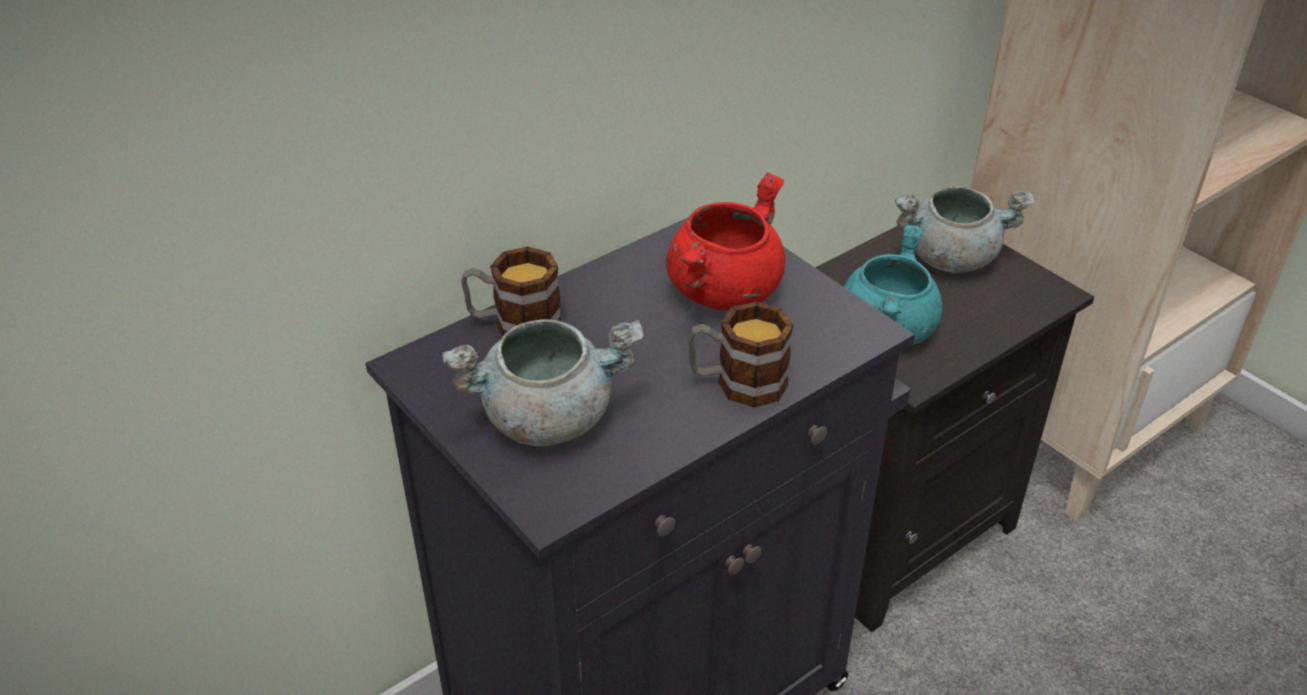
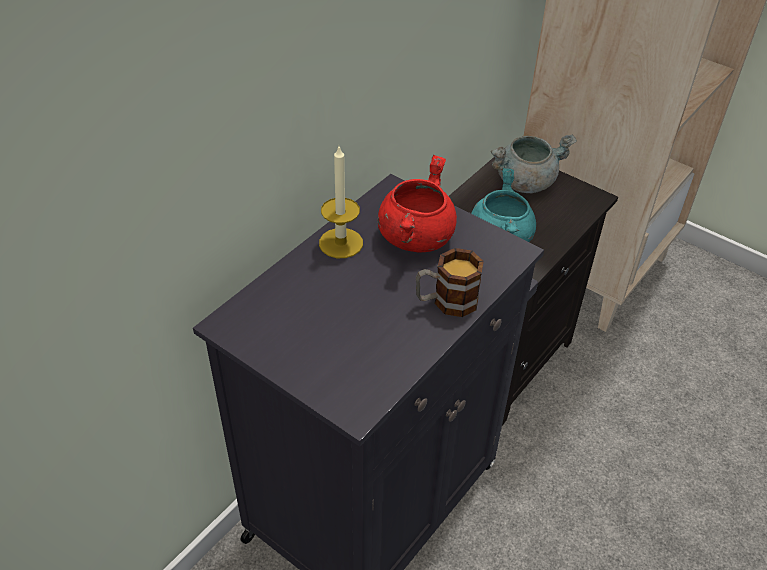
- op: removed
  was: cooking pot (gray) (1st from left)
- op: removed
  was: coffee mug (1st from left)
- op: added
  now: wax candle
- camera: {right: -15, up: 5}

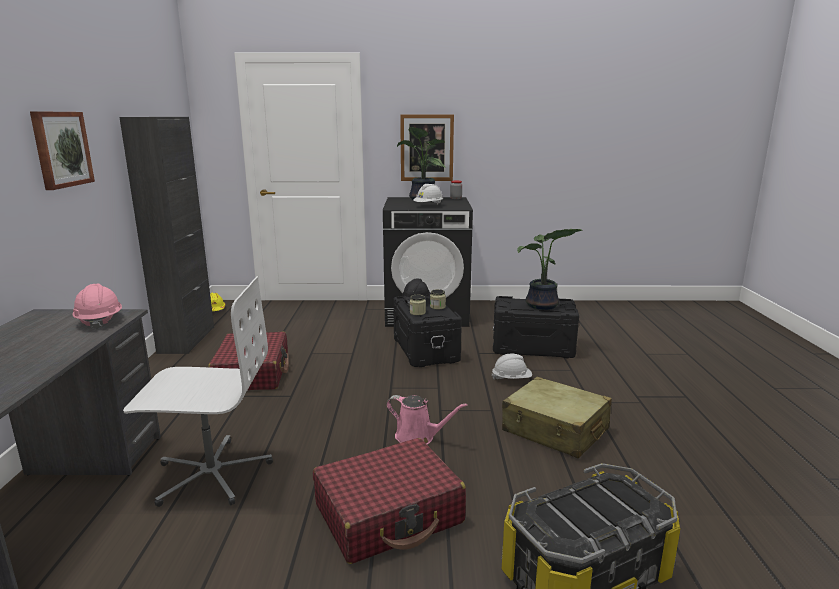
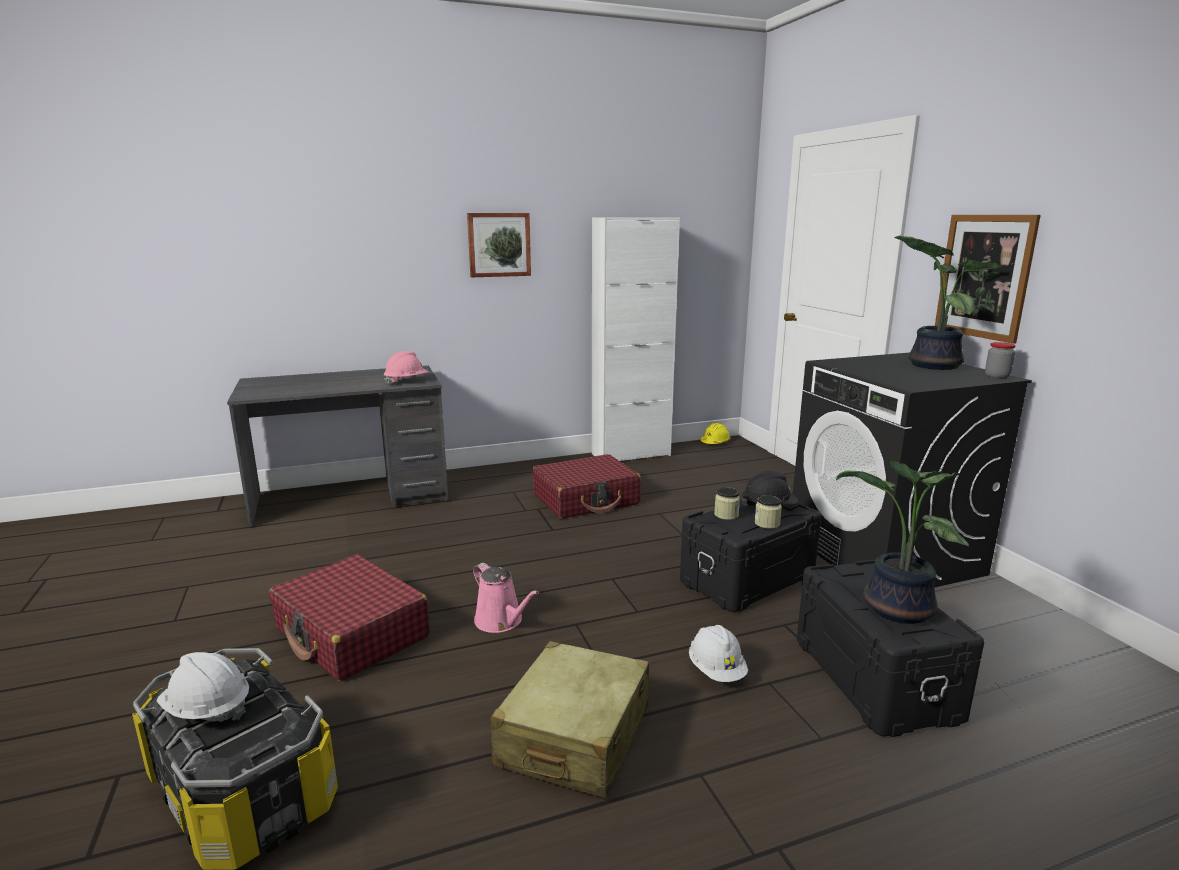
- op: recoloured
  was: storage cabinet (black-coloured)
  now: storage cabinet (whitish)
- op: removed
  was: computer chair (whitish)
- op: turned
  was: sprinkling can (pink)
  clockwise: -45
- op: moved
  was: safety helmet (whitish) (1st from left)
- camera: {right: 70, up: 0}

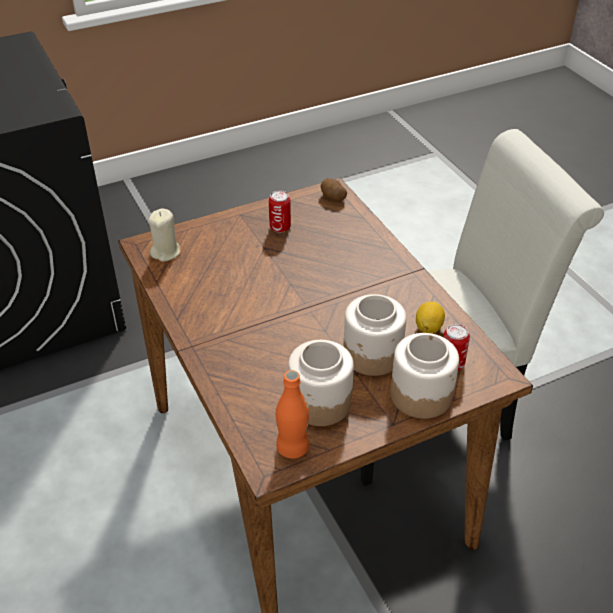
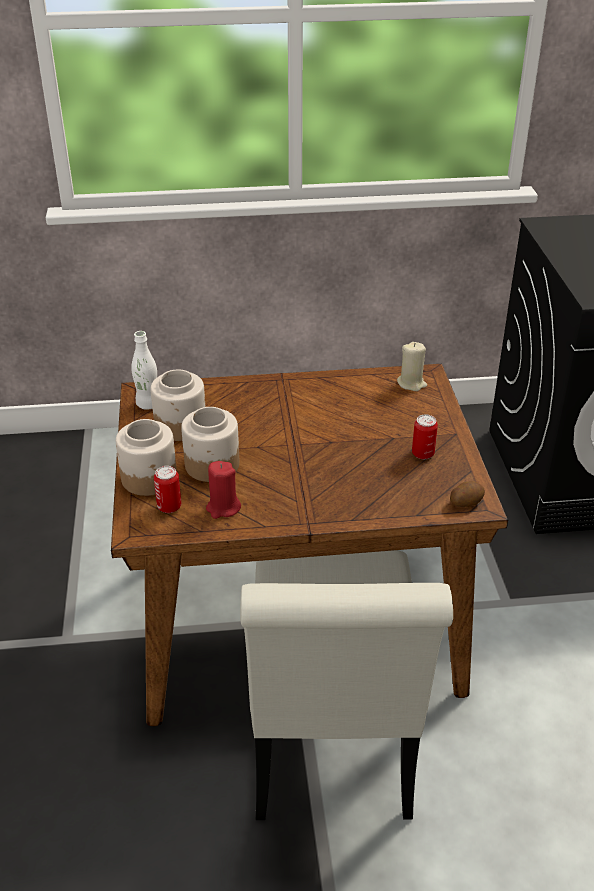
- op: recoloured
  was: bottle (orangey)
  now: bottle (whitish)
- op: replaced
  was: lemon
  now: wax candle (red-coloured)
- camera: {right: 110, up: -5}

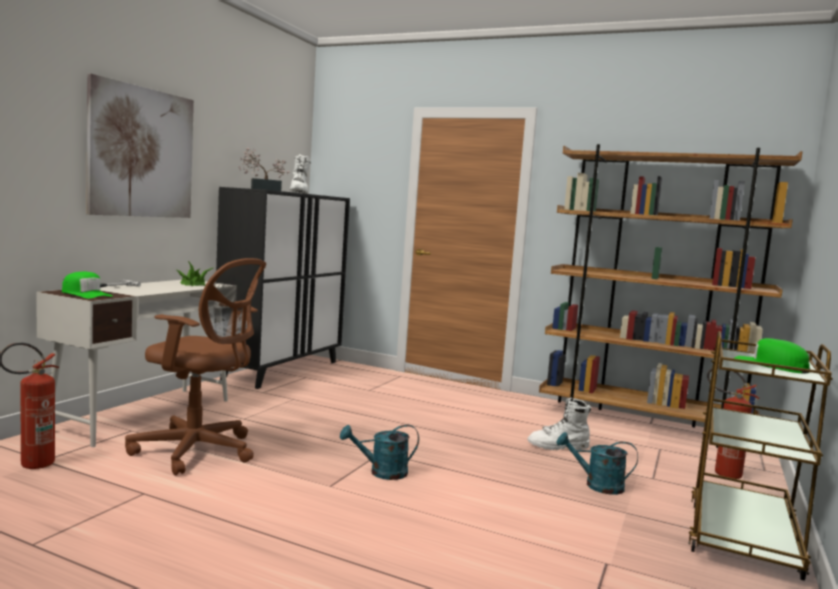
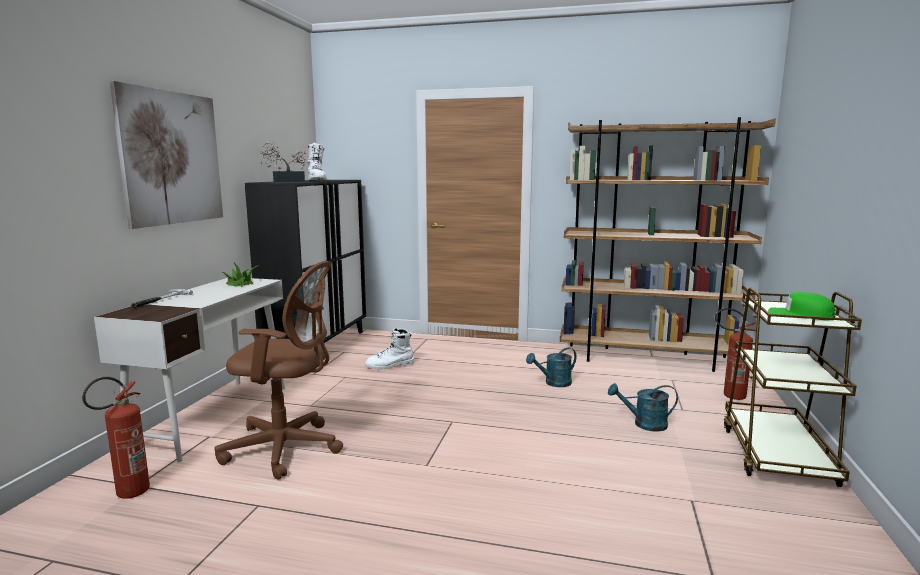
- op: removed
  was: baseball cap (greenish) (1st from left)
- op: moved
  was: sprinkling can (blue-green) (1st from left)
- op: moved
  was: high-top boot (whitish) (2nd from left)
- camera: {right: -10, up: 5}

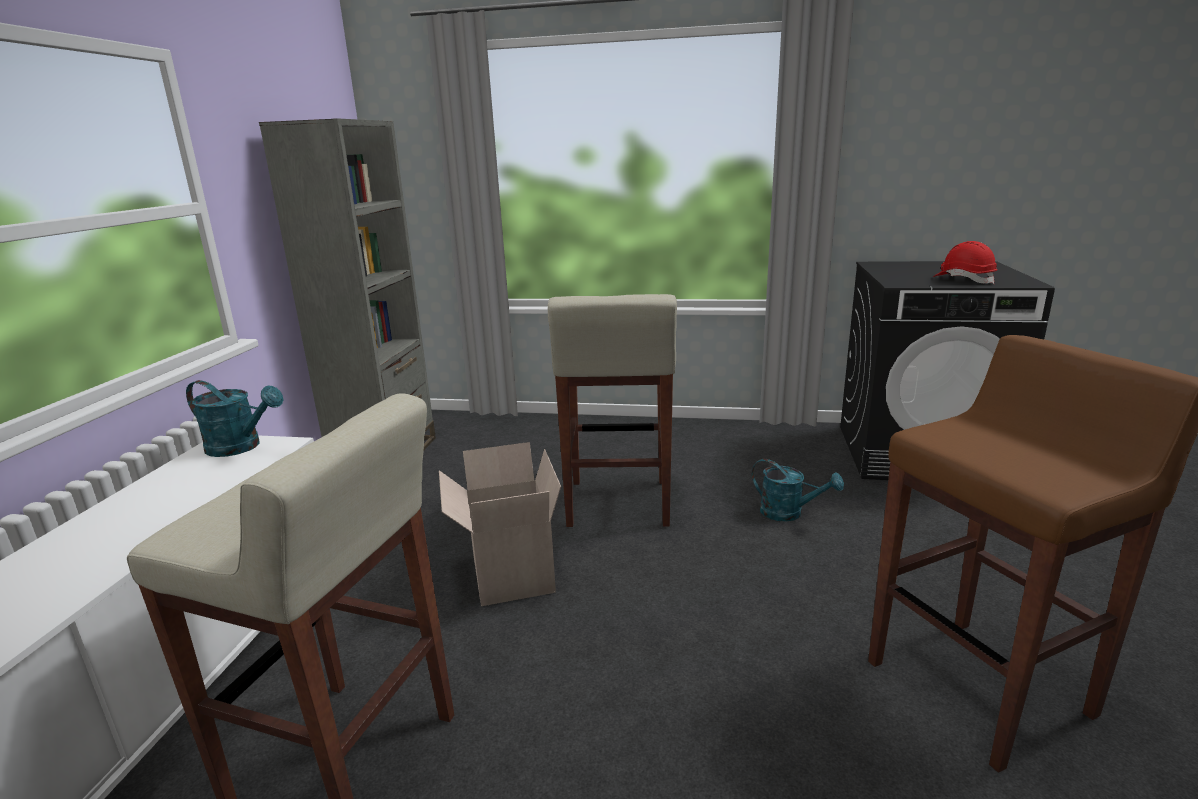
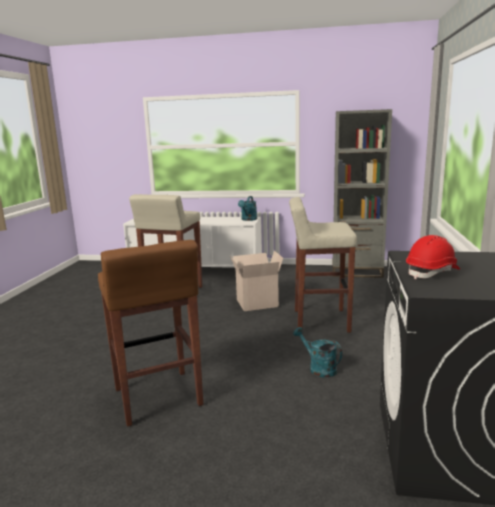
- op: turned
  was: sprinkling can (blue-green) (2nd from left)
  clockwise: 105
- camera: {right: 90, up: -5}

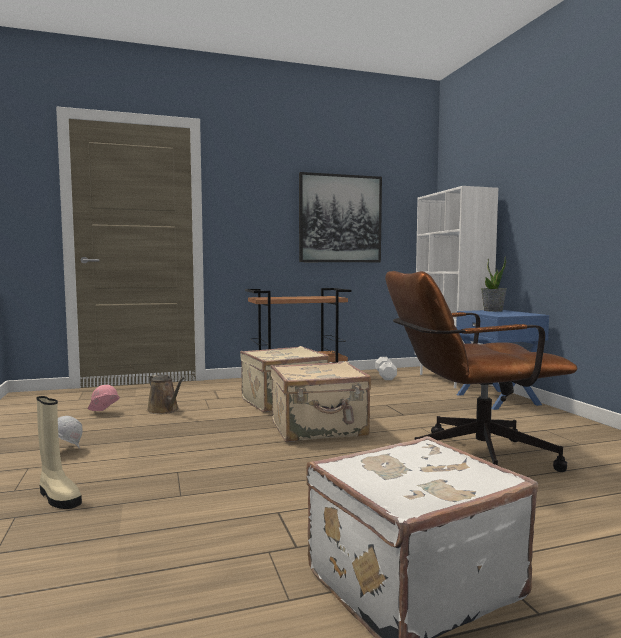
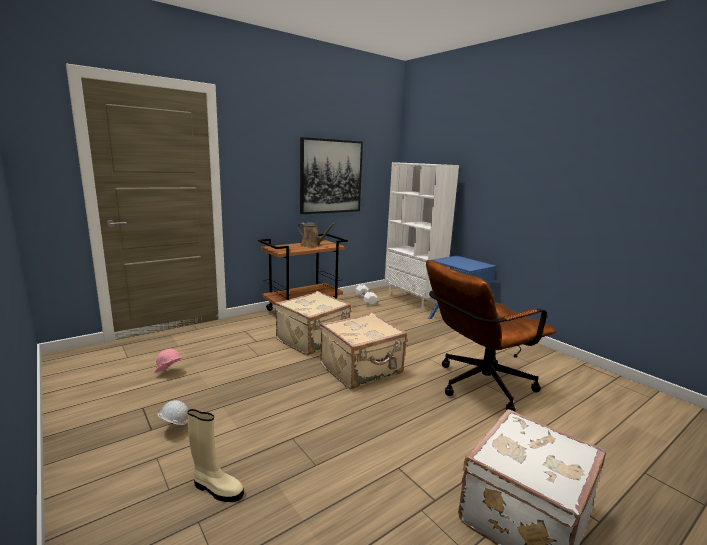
- op: moved
  was: sprinkling can (brownish)
- op: removed
  was: potted plant
- camera: {right: -20, up: 10}

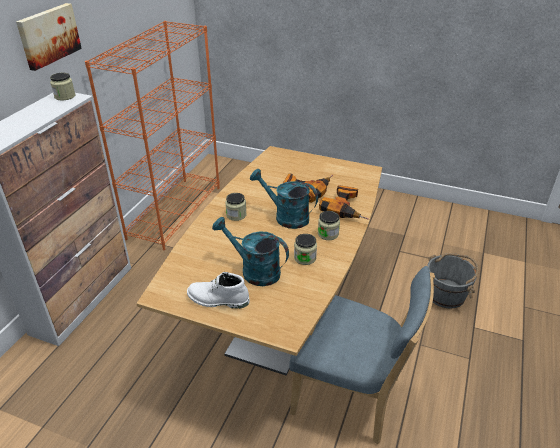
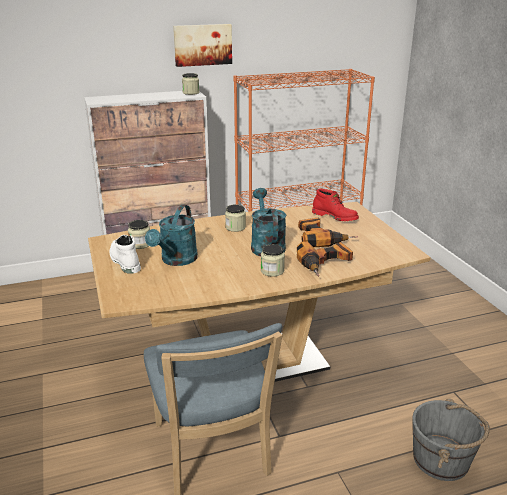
- op: turned
  was: sprinkling can (blue-green) (1st from left)
  clockwise: -150
- op: moved
  was: jar (3rd from left in the first image)
  now: jar (1st from left)
- op: added
  now: high-top boot (red-coloured)
- camera: {right: 50, up: -10}

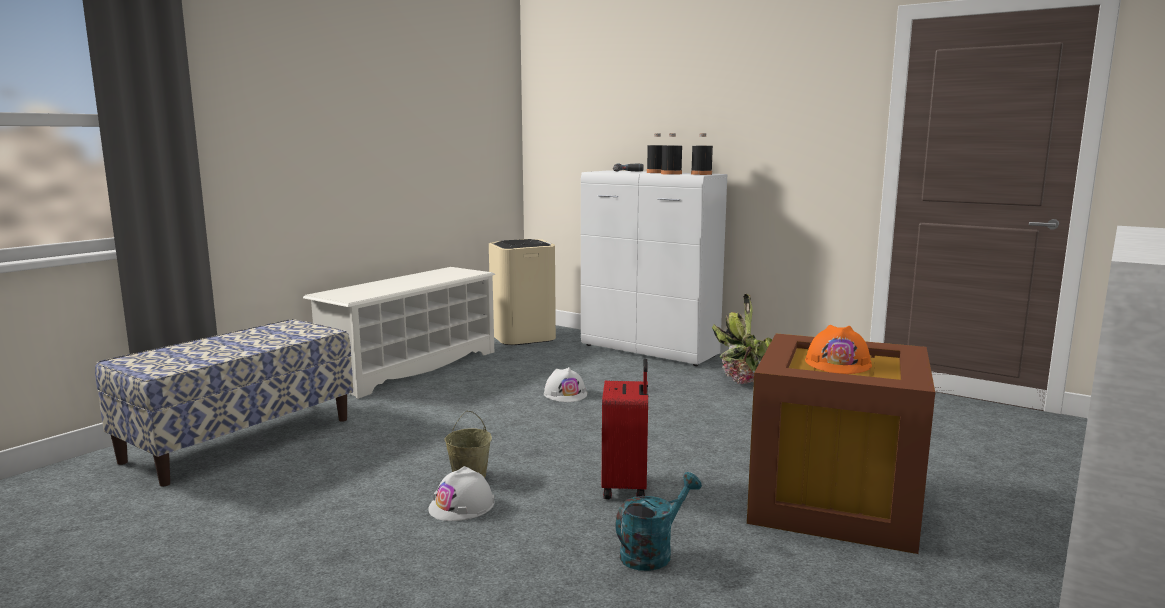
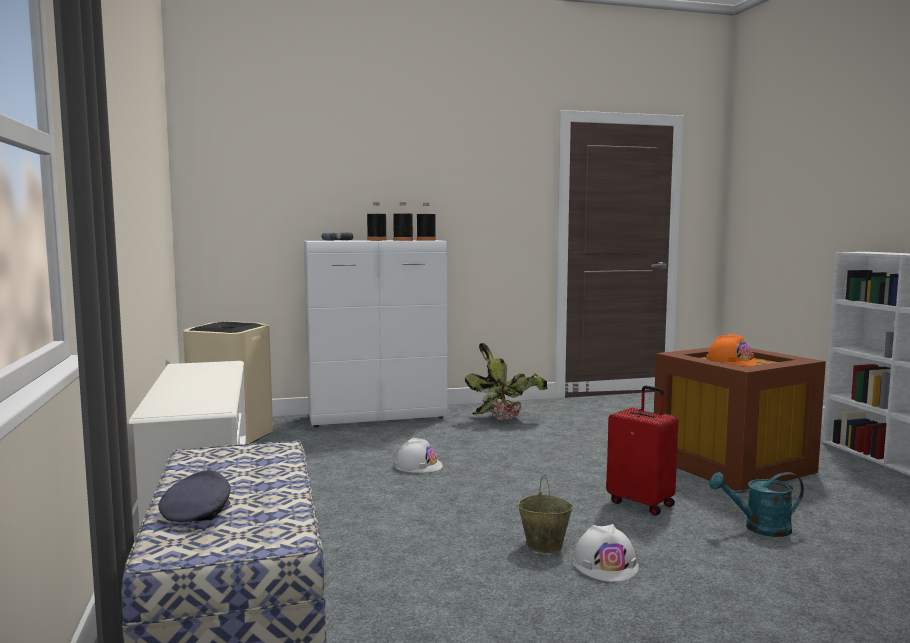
- op: turned
  was: sprinkling can (blue-green)
  clockwise: -90
- op: added
  now: baseball cap (gray)
- camera: {right: -50, up: -5}

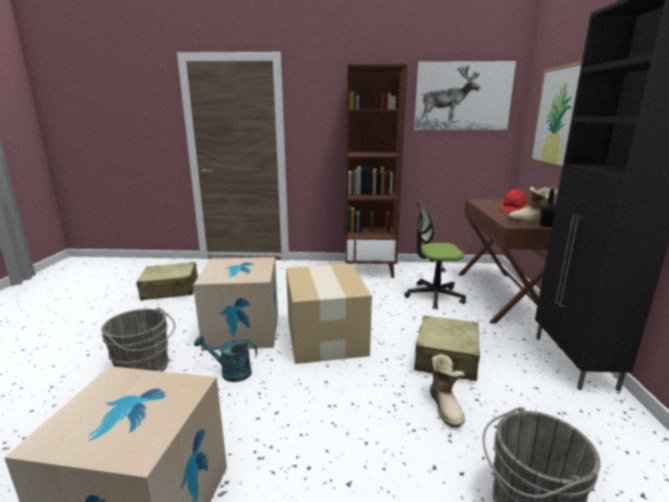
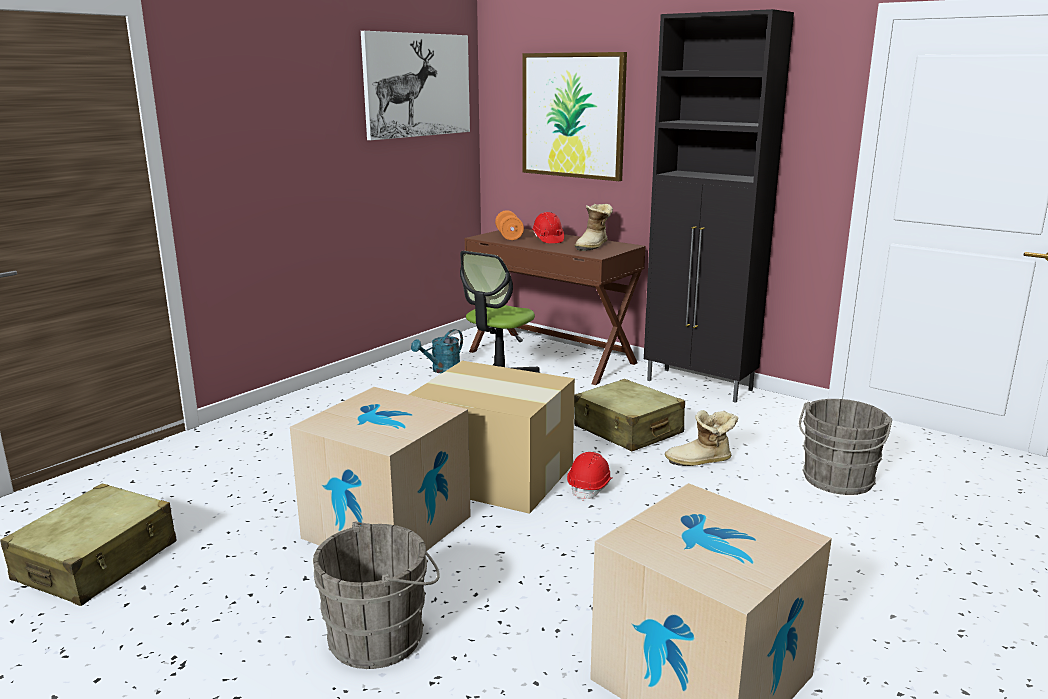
- op: moved
  was: sprinkling can (blue-green)
- op: removed
  was: shelving unit (brownish)
- op: turned
  was: high-top boot (1st from left in the first image)
  clockwise: 150
- op: removed
  was: bottle (black-coloured)
- op: added
  now: hand weight (orangey)
- op: added
  now: safety helmet (red-coloured) (2nd from left)
- camera: {right: -55, up: 0}

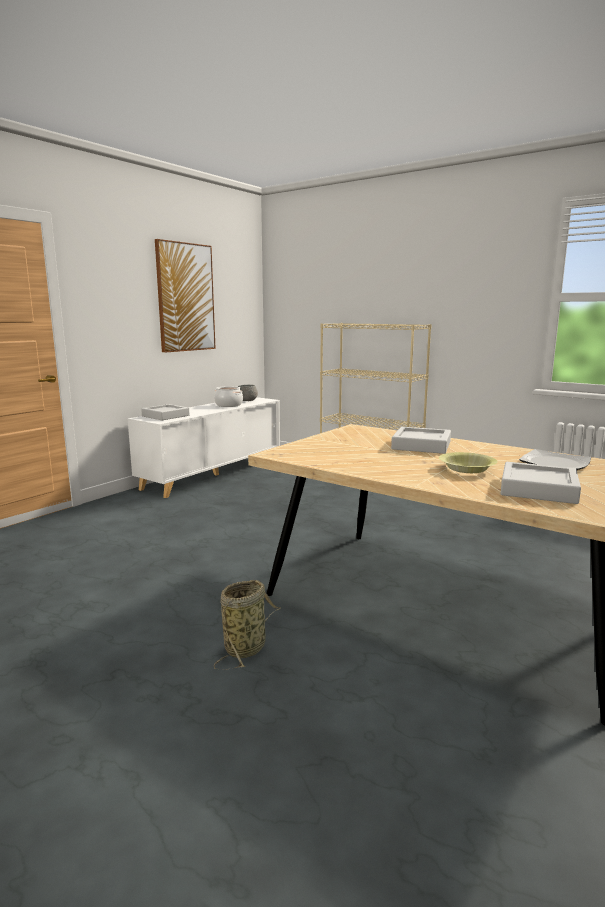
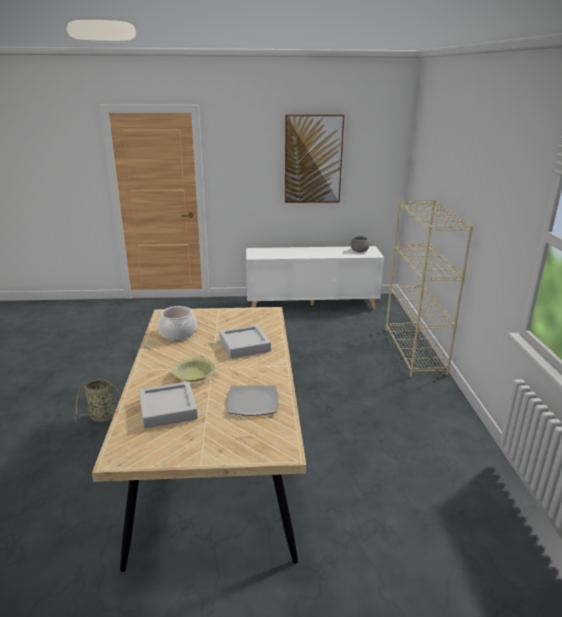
- op: removed
  was: carrying tray (gray) (1st from left)
- op: moved
  was: cooking pot
- camera: {right: 50, up: 10}

